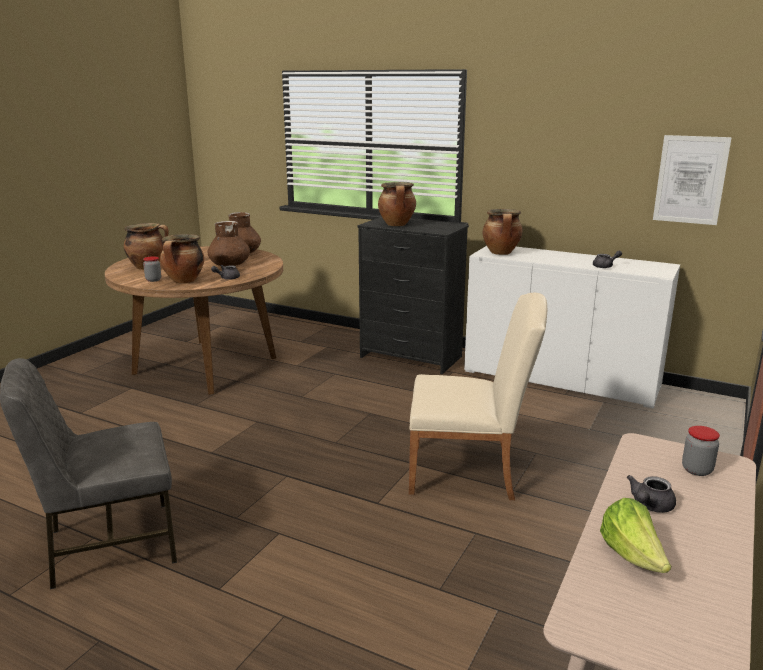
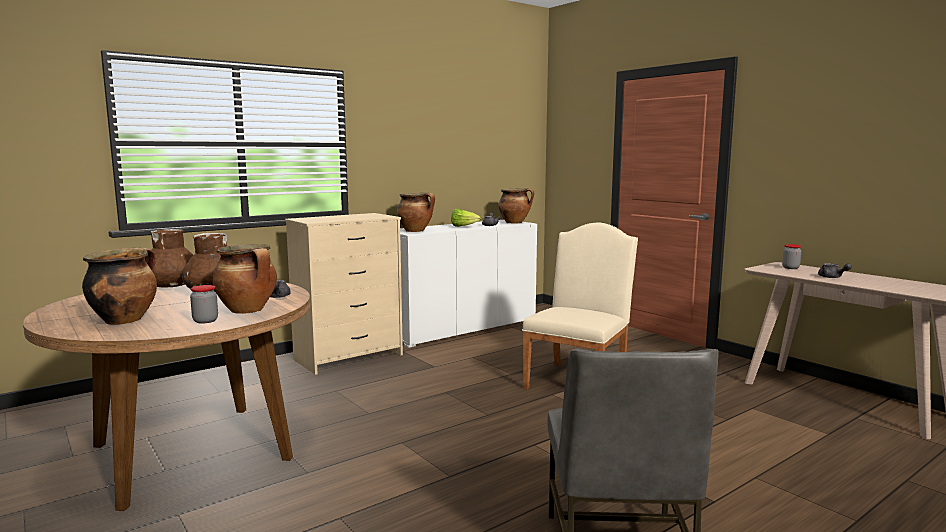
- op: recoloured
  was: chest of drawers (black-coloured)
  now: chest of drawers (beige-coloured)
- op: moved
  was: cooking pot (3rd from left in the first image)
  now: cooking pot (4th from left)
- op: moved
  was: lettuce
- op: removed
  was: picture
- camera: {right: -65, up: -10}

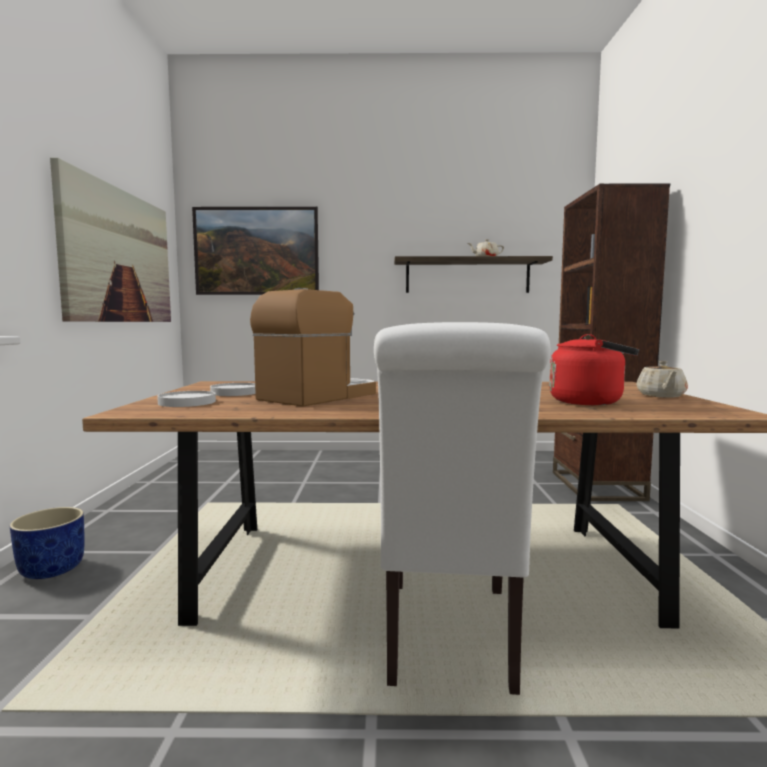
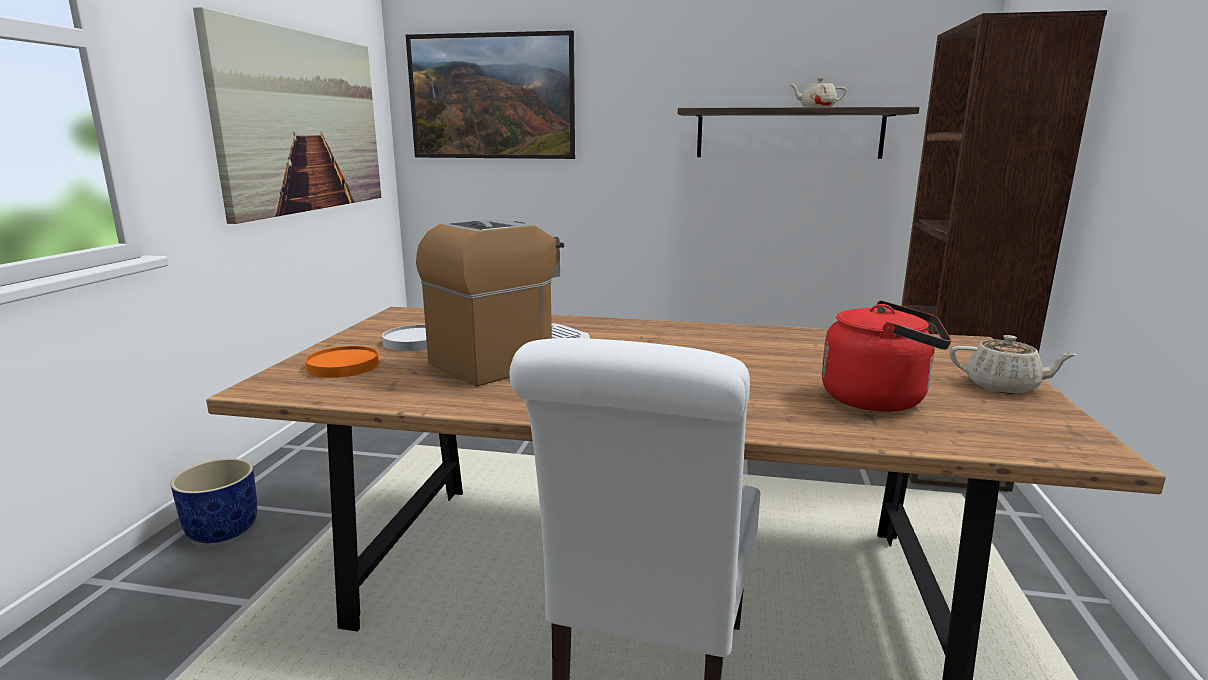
- op: recoloured
  was: plate (whitish) (1st from left)
  now: plate (orangey)
- op: turned
  was: teapot (beige-coloured) (2nd from left)
  clockwise: -90
- camera: {right: 10, up: 10}

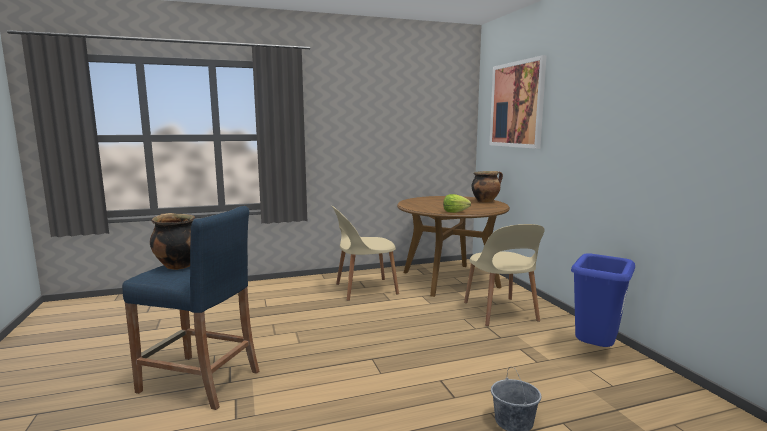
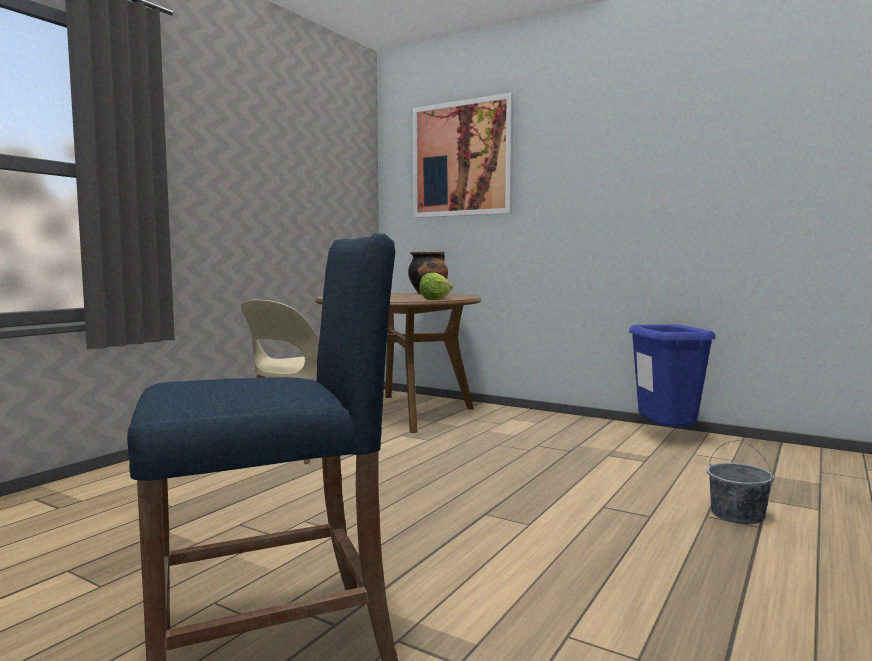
- op: removed
  was: cooking pot (1st from left)
- op: removed
  was: upright chair (beige-coloured) (2nd from left)
- camera: {right: -40, up: -5}

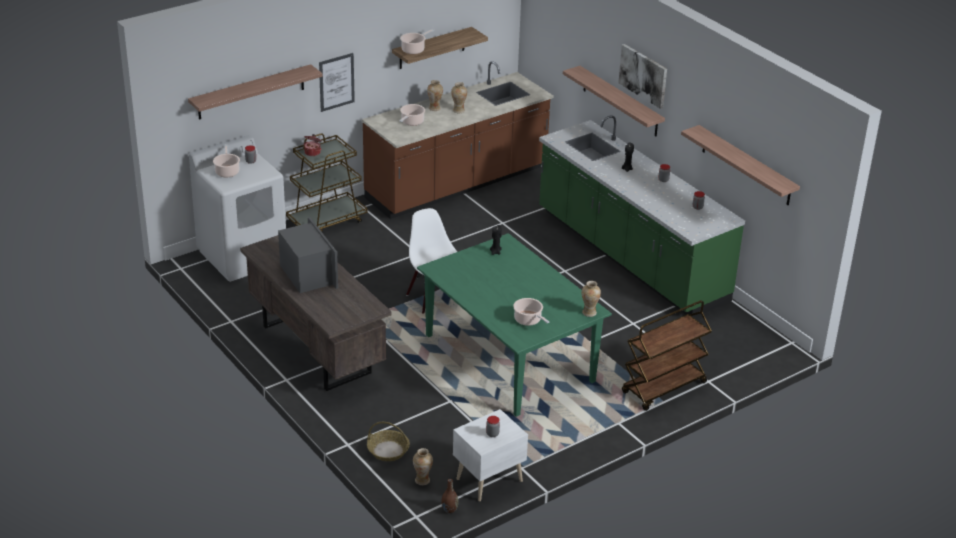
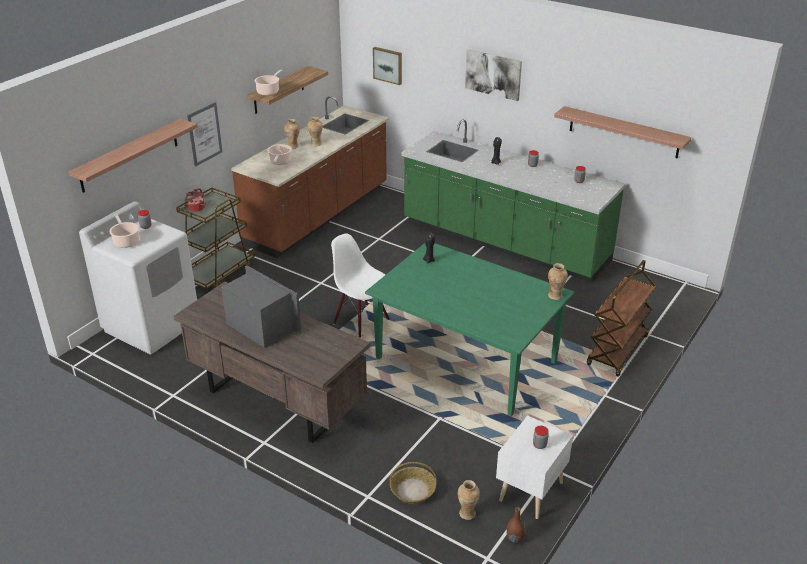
- op: removed
  was: cooking pot (5th from left)
- op: removed
  was: wall shelf (3rd from left)
- op: added
  now: picture (2nd from left)
- camera: {right: -20, up: 0}

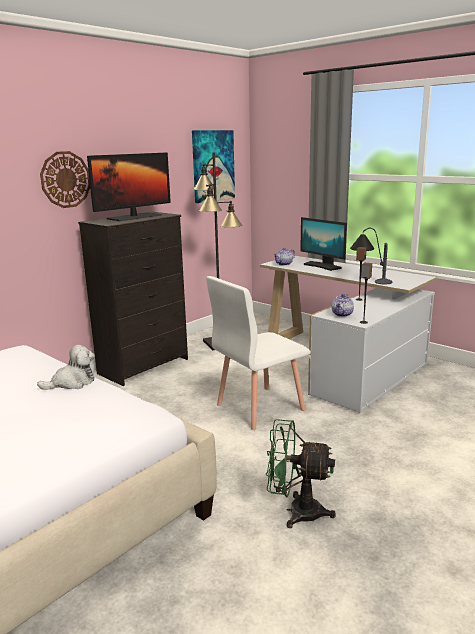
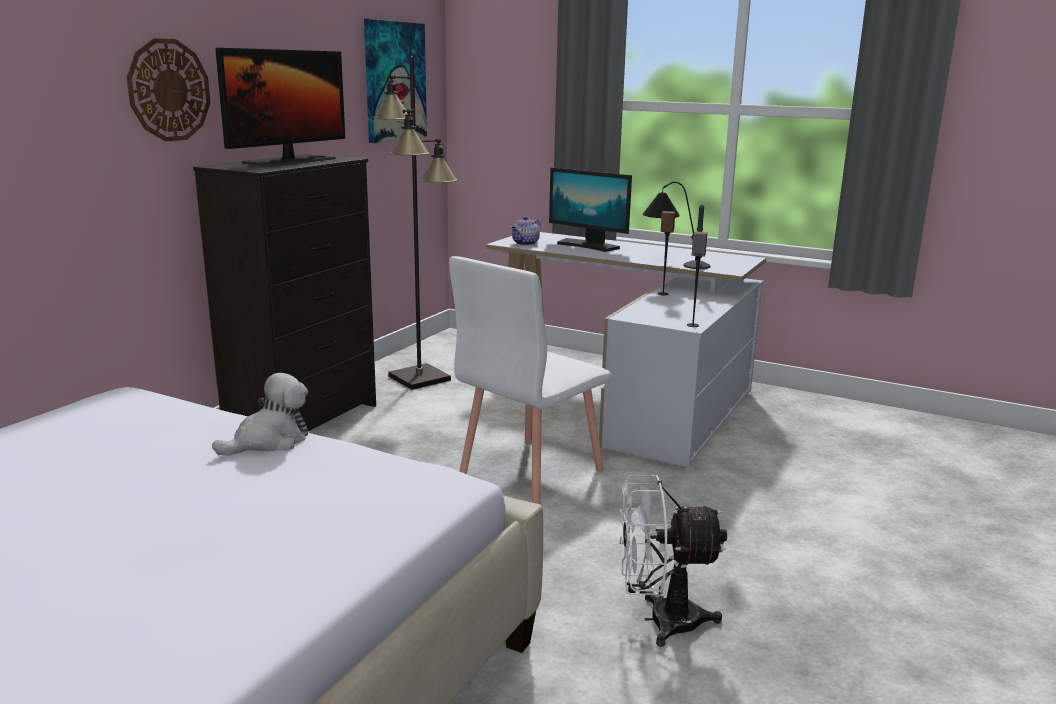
- op: recoloured
  was: cooling fan (greenish)
  now: cooling fan (whitish)
- op: removed
  was: teapot (2nd from left)
- camera: {right: -15, up: 0}

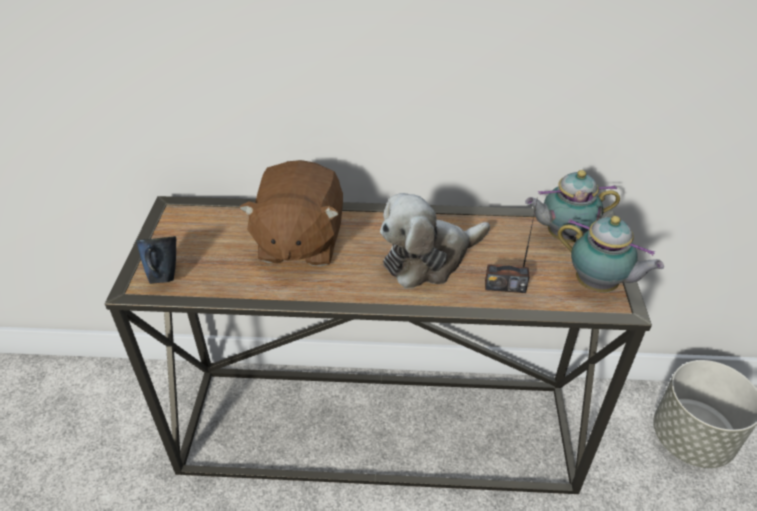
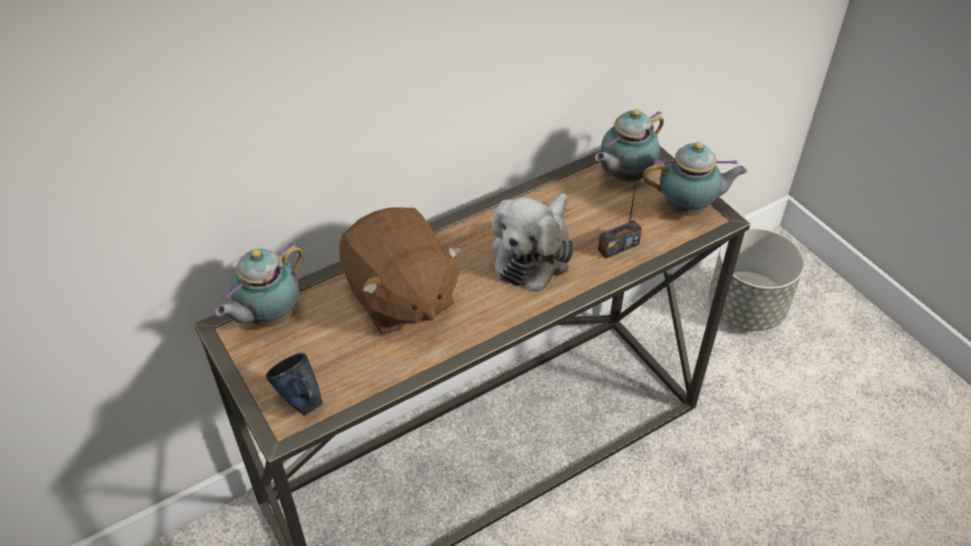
- op: added
  now: teapot (1st from left)
- camera: {right: -35, up: 5}

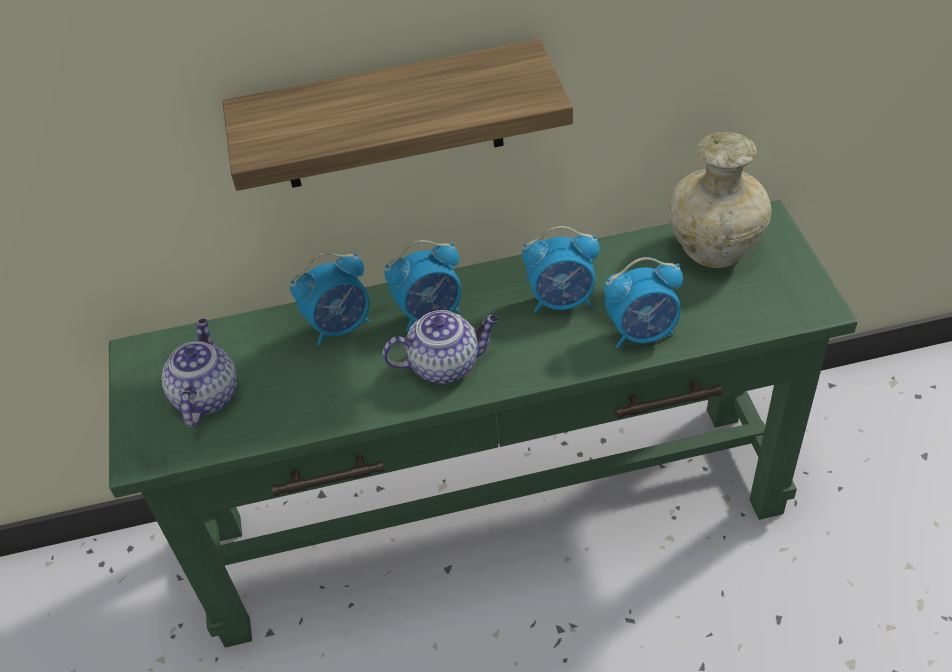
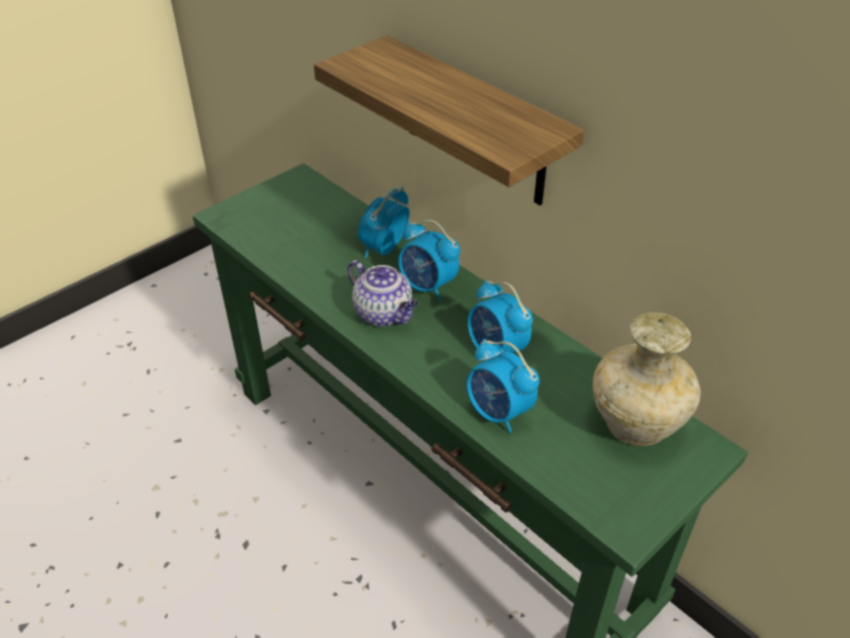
- op: removed
  was: teapot (1st from left)
- op: turned
  was: alarm clock (1st from left)
  clockwise: 90
- camera: {right: 55, up: -5}

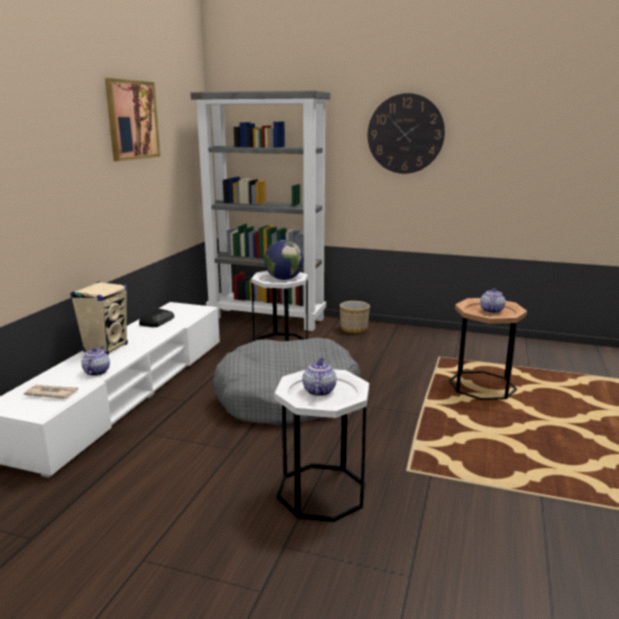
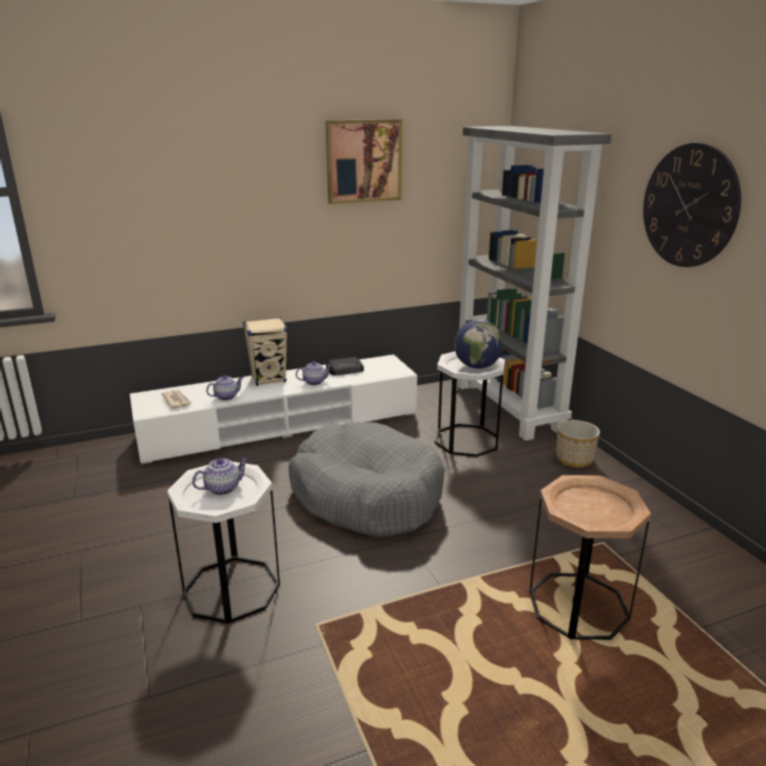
- op: moved
  was: teapot (3rd from left)
- camera: {right: 50, up: 5}

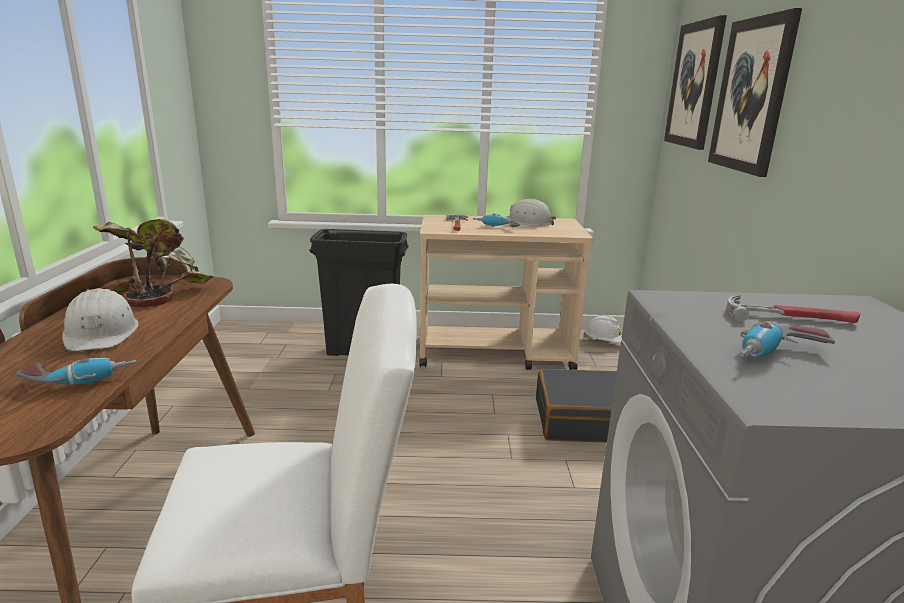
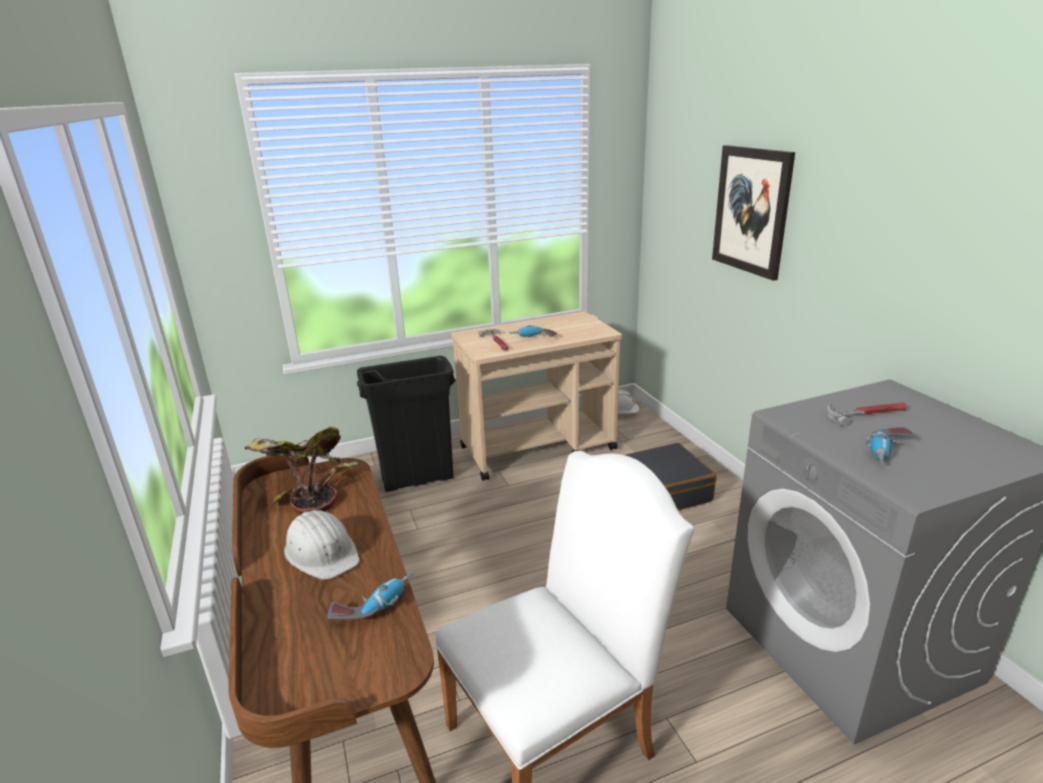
- op: removed
  was: safety helmet (whitish) (2nd from left)
- op: removed
  was: picture (1st from left)
- camera: {right: -20, up: 5}

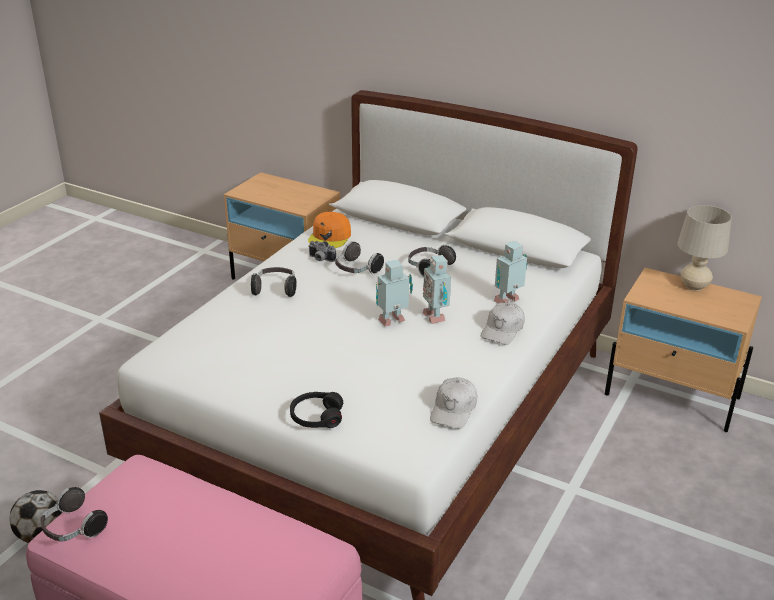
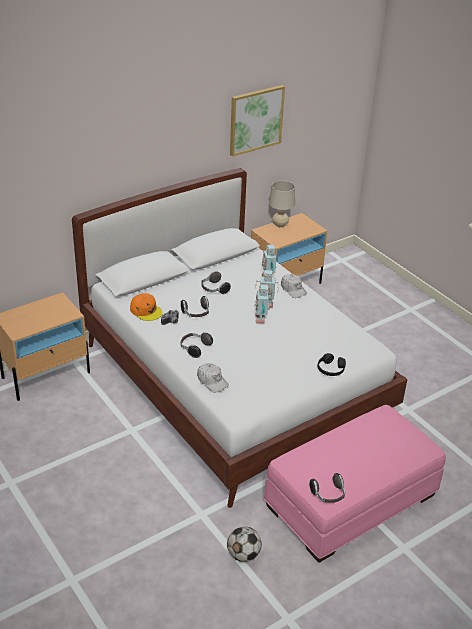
- op: moved
  was: baseball cap (whitish) (1st from left)
- op: added
  now: picture
- camera: {right: -65, up: 5}

